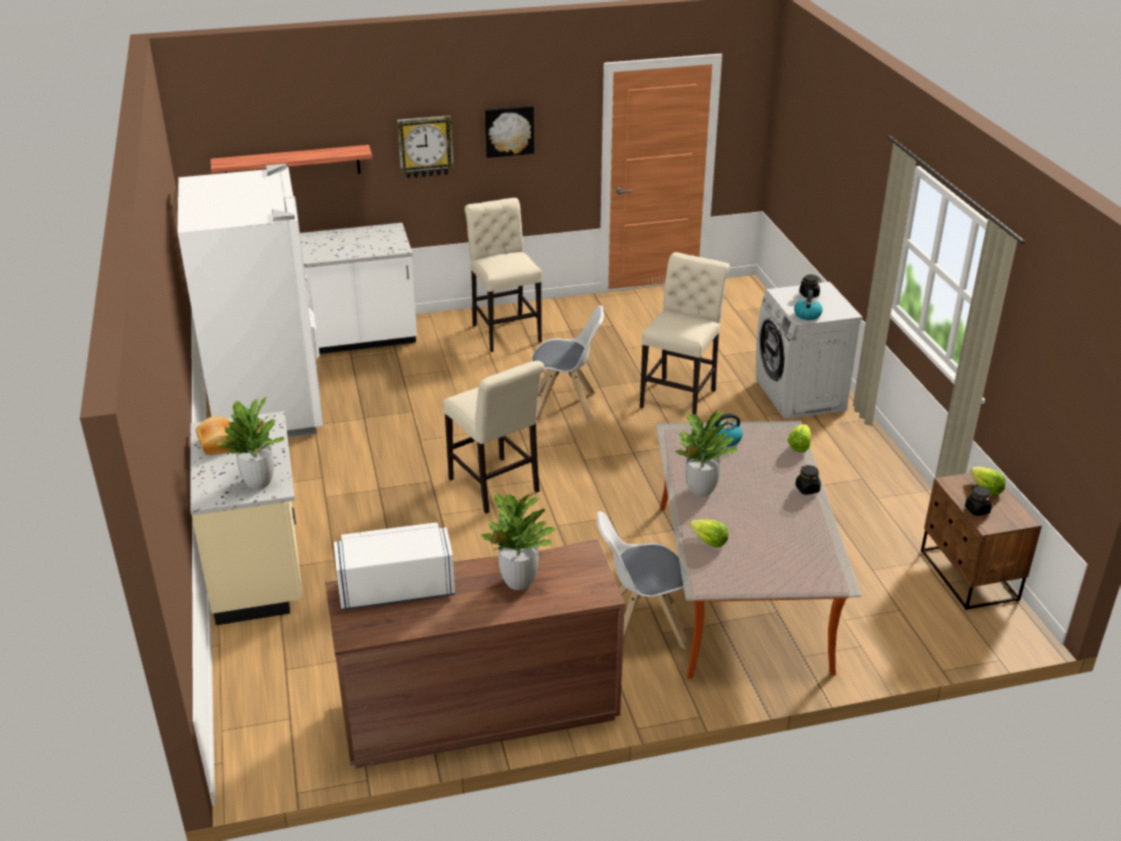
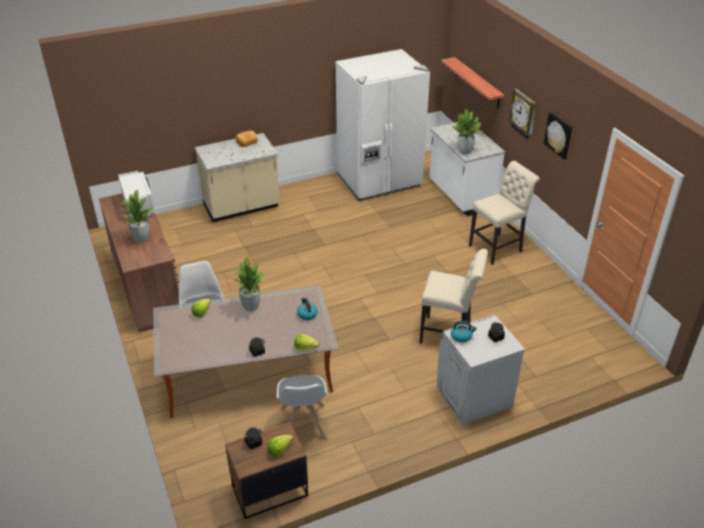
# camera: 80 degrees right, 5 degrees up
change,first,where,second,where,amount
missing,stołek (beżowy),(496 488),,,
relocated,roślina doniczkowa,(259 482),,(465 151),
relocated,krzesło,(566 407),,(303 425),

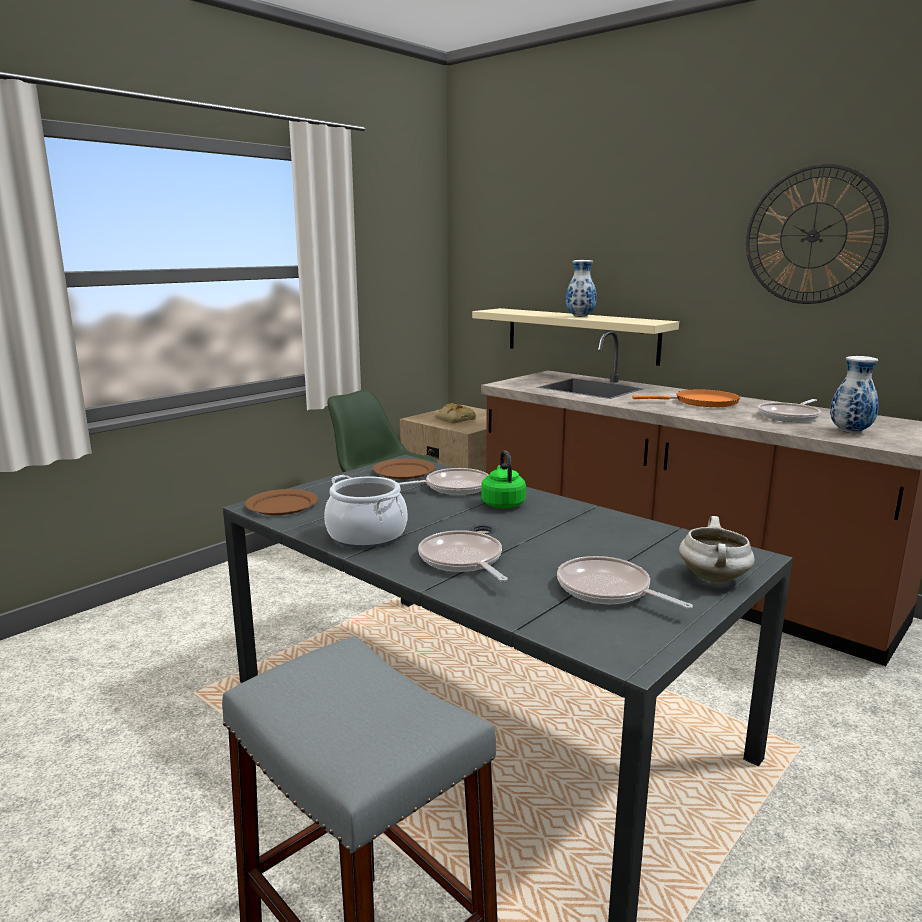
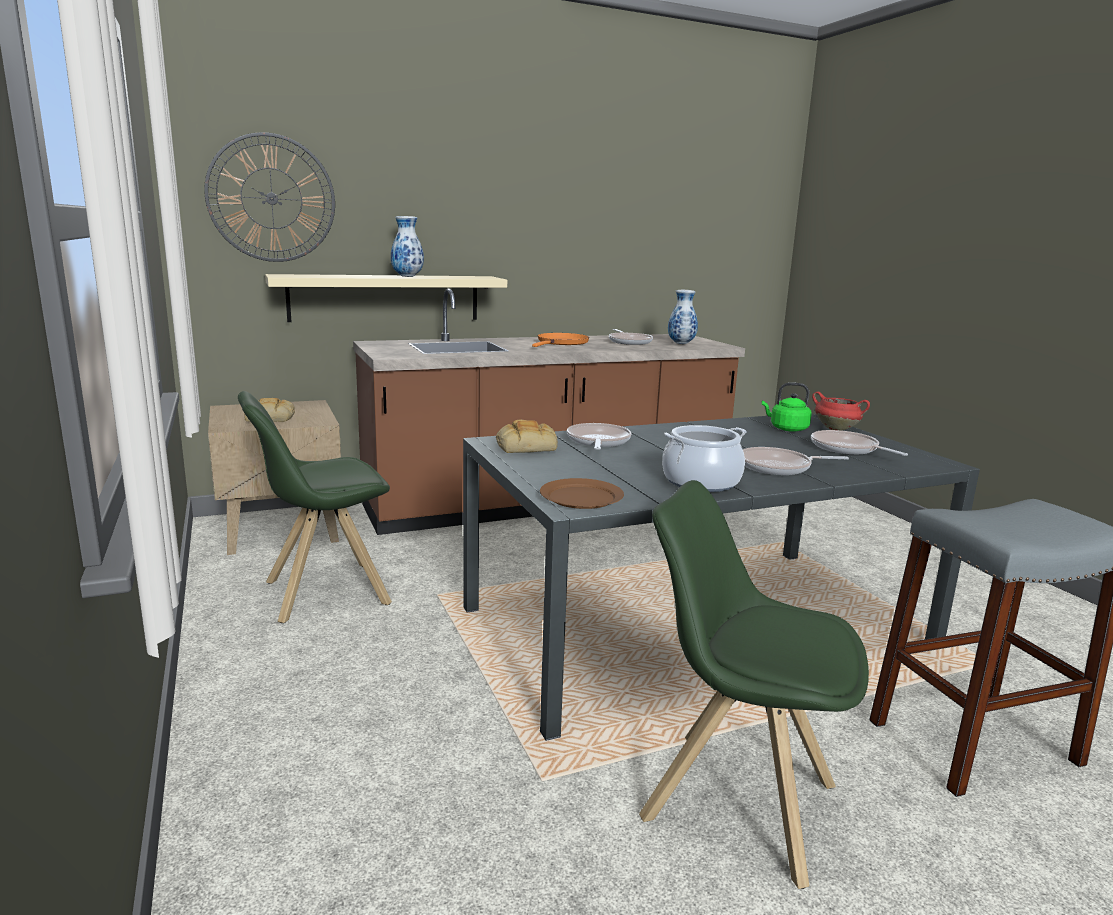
# camera: 65 degrees left, 0 degrees up
change,first,where,second,where,amount
appeared,,,krzesło (zielony),(737 801),
relocated,czajnik (zielony),(502 503),,(786 429),
relocated,zegar ścienny,(813 235),,(271 198),
exchanged,talerz (brązowy),(404 471),chleb,(527 446),
colour,garnek (biały),(714 579),garnek (czerwony),(837 429),
spun,patelnia,(608 590),,(847 449),75 degrees clockwise

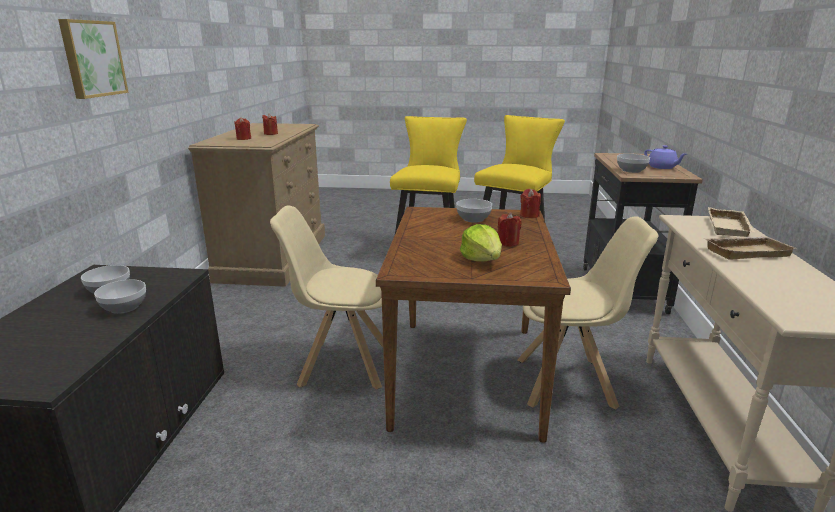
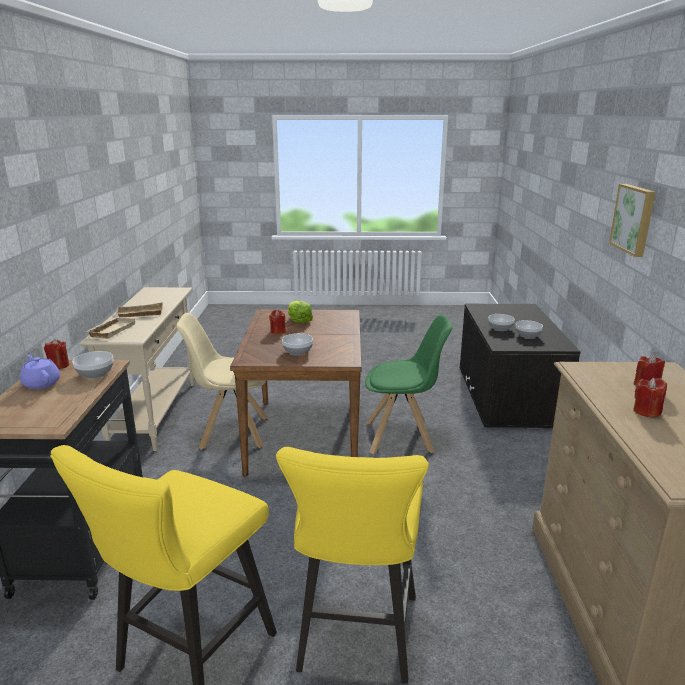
# camera: 175 degrees right, 0 degrees up
change,first,where,second,where,amount
relocated,świeca (czerwony),(529 215),,(59 365),
colour,krzesło (beżowy),(340 365),krzesło (zielony),(403 437),

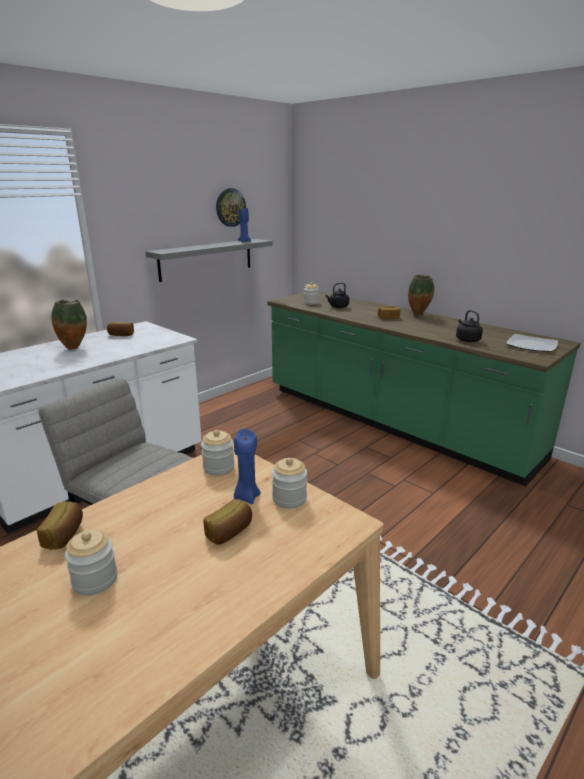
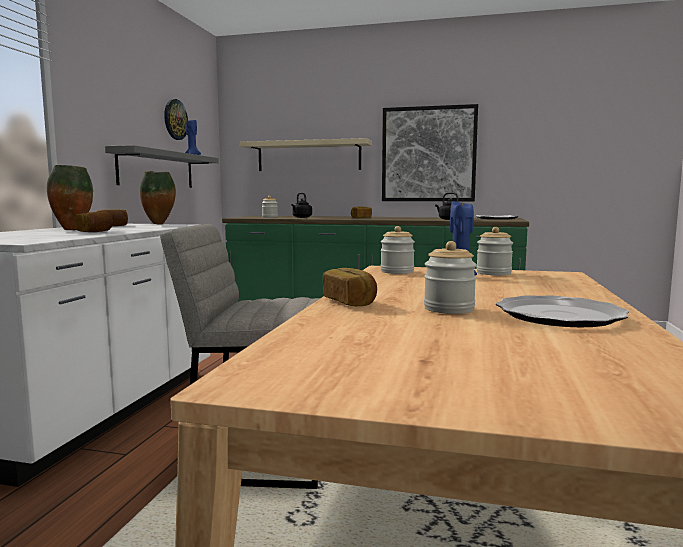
# camera: 30 degrees left, 15 degrees down
change,first,where,second,where,amount
appeared,,,półka (beżowy),(309 156),
appeared,,,obraz,(428 154),
appeared,,,talerz,(559 315),
relocated,chleb,(230 532),,(96 231),
relocated,wazon,(419 314),,(160 224),

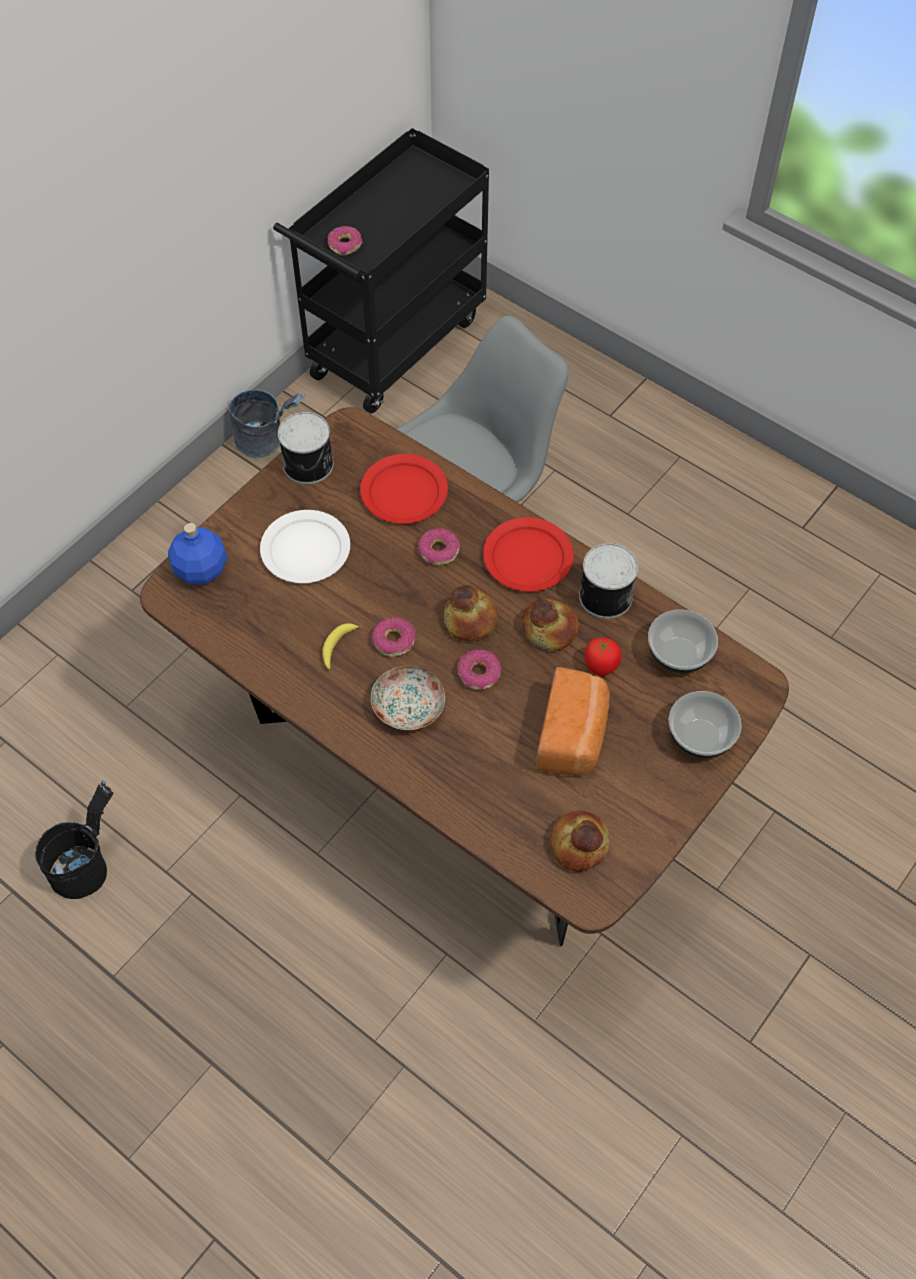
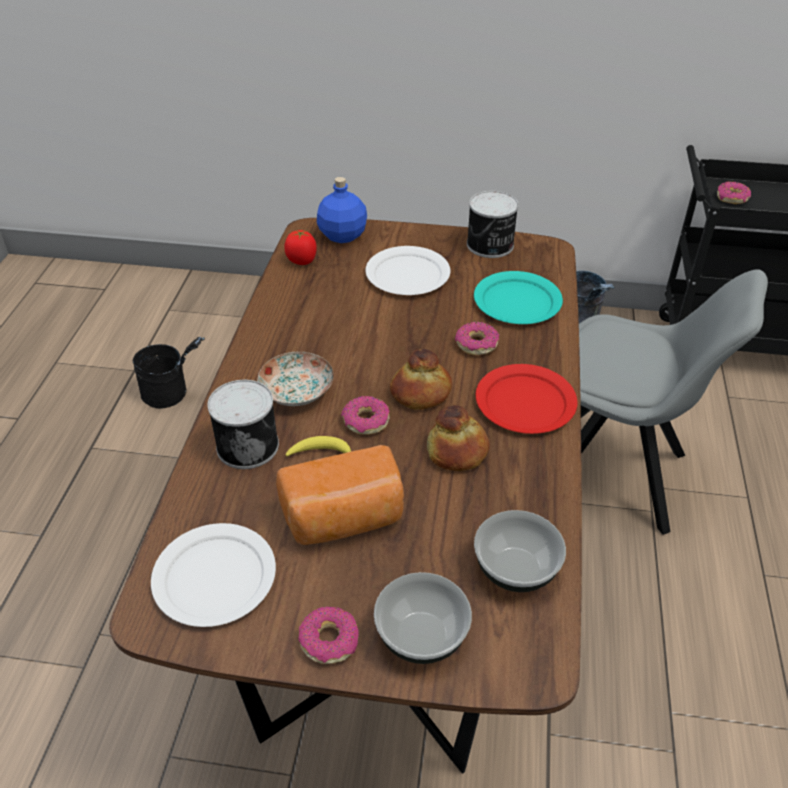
# camera: 60 degrees right, 15 degrees down
change,first,where,second,where,amount
relocated,banan,(337 646),,(320 452),
relocated,donut,(394 640),,(329 640),
relocated,puszka,(604 595),,(248 445),
relocated,pomidor,(601 665),,(302 261),
exchanged,chleb,(578 844),talerz (biały),(214 577),
colour,talerz (czerwony),(404 491),talerz (turkusowy),(518 301),

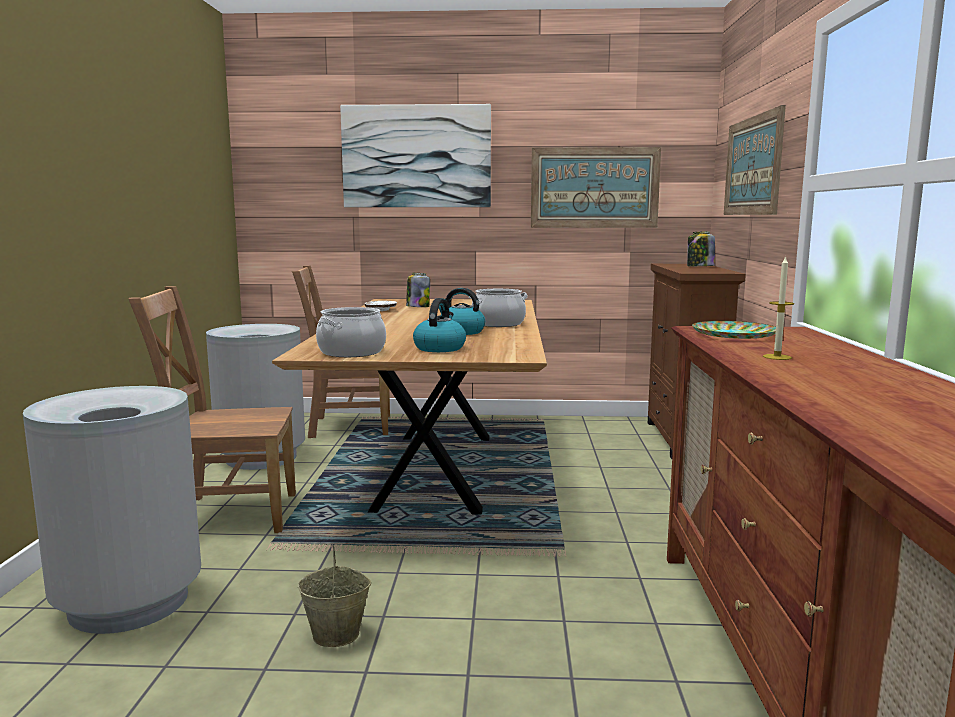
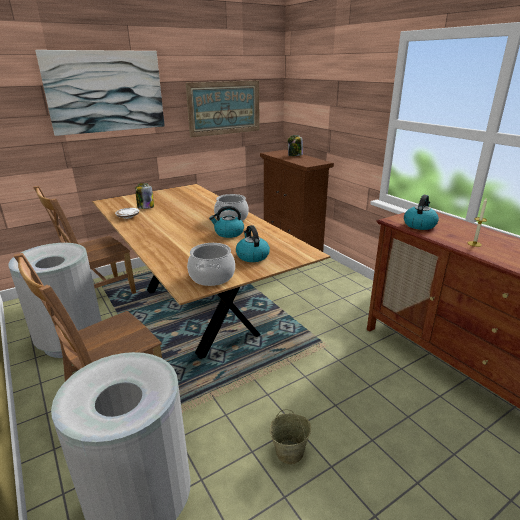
# camera: 35 degrees left, 15 degrees up
change,first,where,second,where,amount
missing,obraz,(753 166),,,
exchanged,talerz,(733 335),czajnik,(419 224),

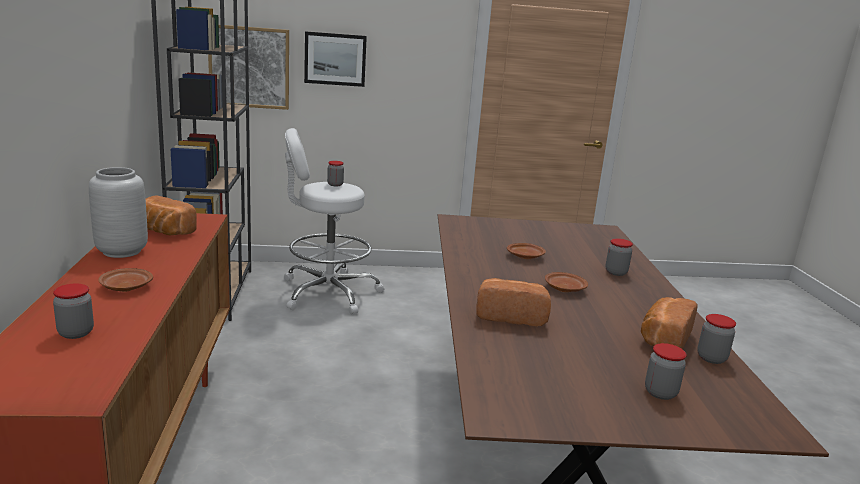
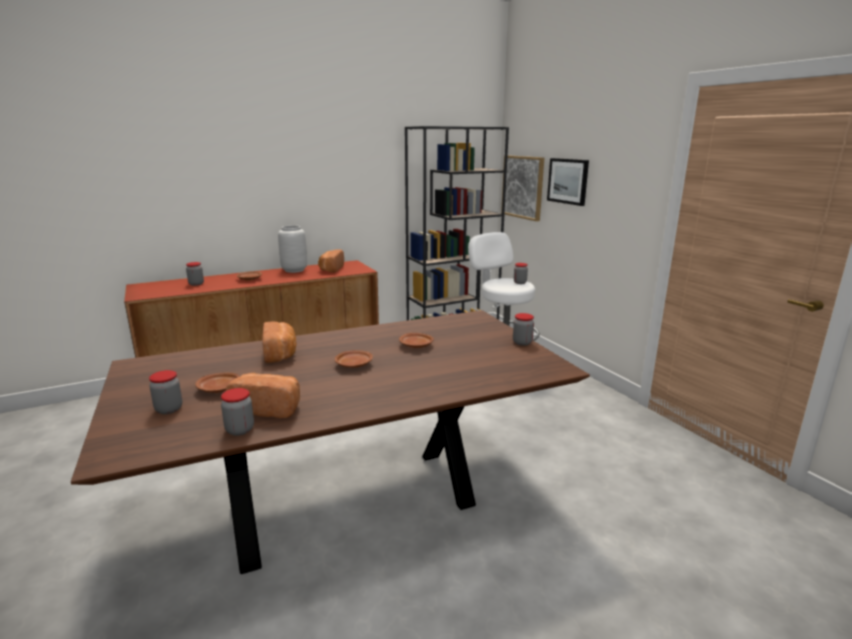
# camera: 70 degrees right, 0 degrees up
change,first,where,second,where,amount
appeared,,,talerz (brązowy),(220 389),
relocated,słoik,(616 272),,(522 342),

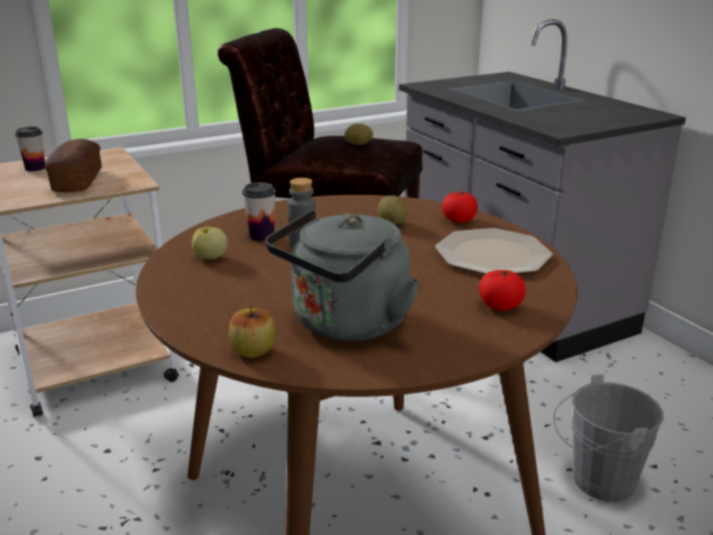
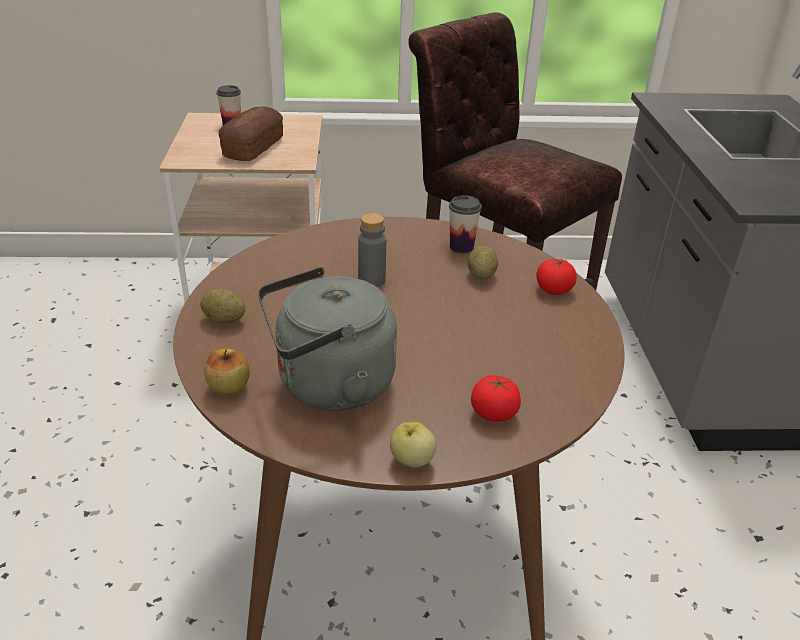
# camera: 25 degrees right, 10 degrees up
change,first,where,second,where,amount
missing,talerz,(492 254),,,
missing,wiadro (szary),(596 481),,,
relocated,jabłko,(210 257),,(411 460),
relocated,filiżanka,(261 236),,(461 247),
relocated,ziemniak,(358 144),,(224 319),

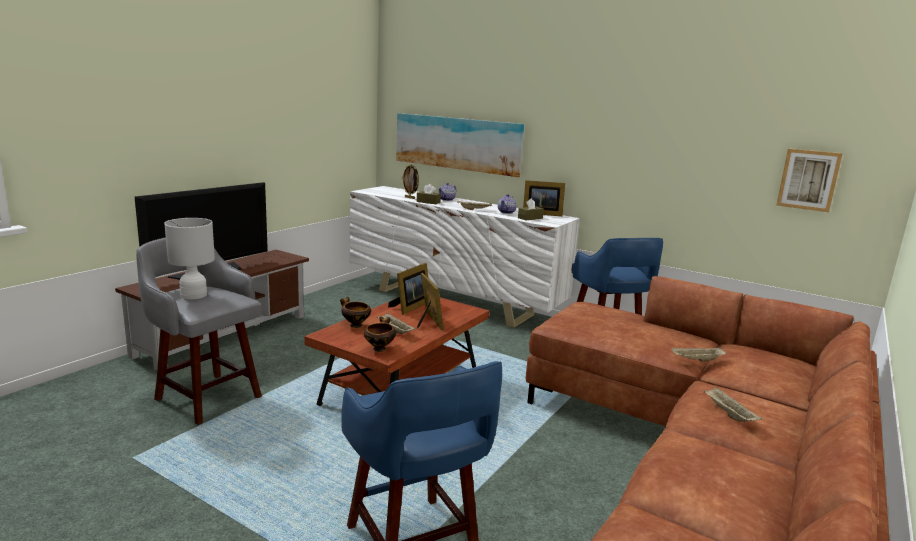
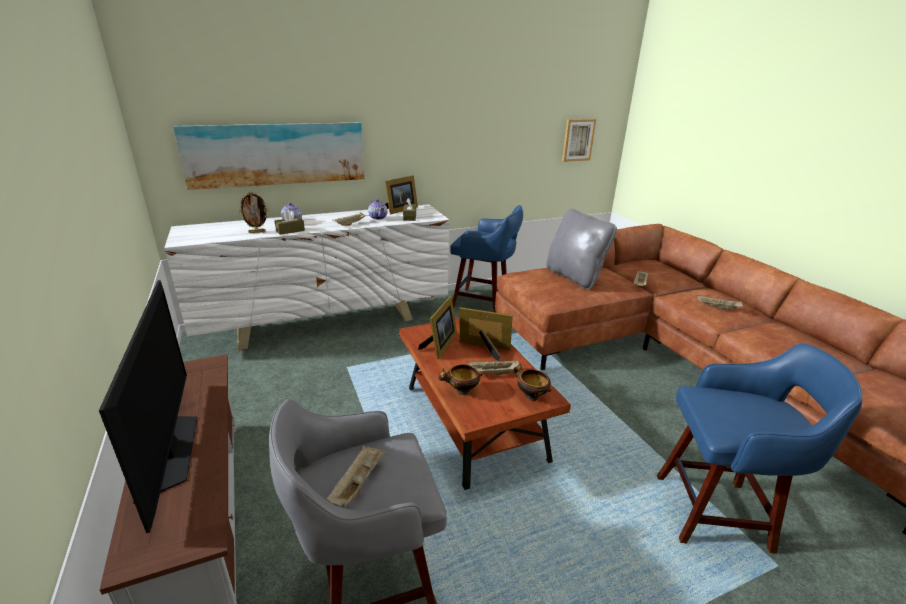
# camera: 55 degrees left, 10 degrees up
change,first,where,second,where,amount
appeared,,,poduszka (szary),(574 277),
exchanged,lampa stołowa (szary),(194 295),taca (beżowy),(358 483),
spun,ramka na zdjęcie,(410 307),,(440 345),45 degrees clockwise

